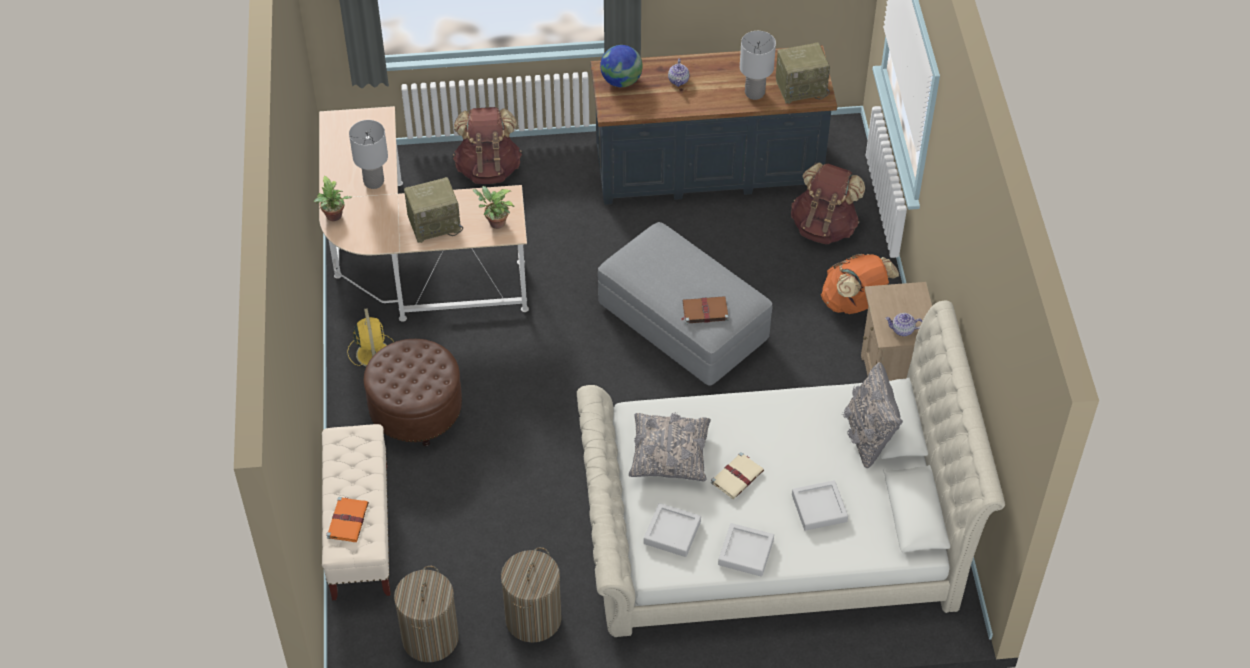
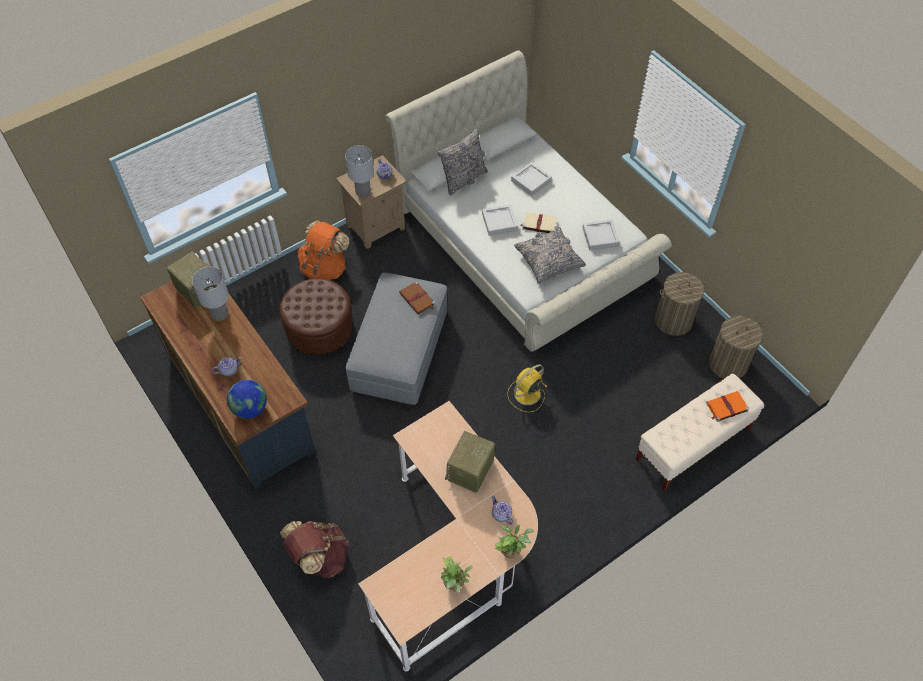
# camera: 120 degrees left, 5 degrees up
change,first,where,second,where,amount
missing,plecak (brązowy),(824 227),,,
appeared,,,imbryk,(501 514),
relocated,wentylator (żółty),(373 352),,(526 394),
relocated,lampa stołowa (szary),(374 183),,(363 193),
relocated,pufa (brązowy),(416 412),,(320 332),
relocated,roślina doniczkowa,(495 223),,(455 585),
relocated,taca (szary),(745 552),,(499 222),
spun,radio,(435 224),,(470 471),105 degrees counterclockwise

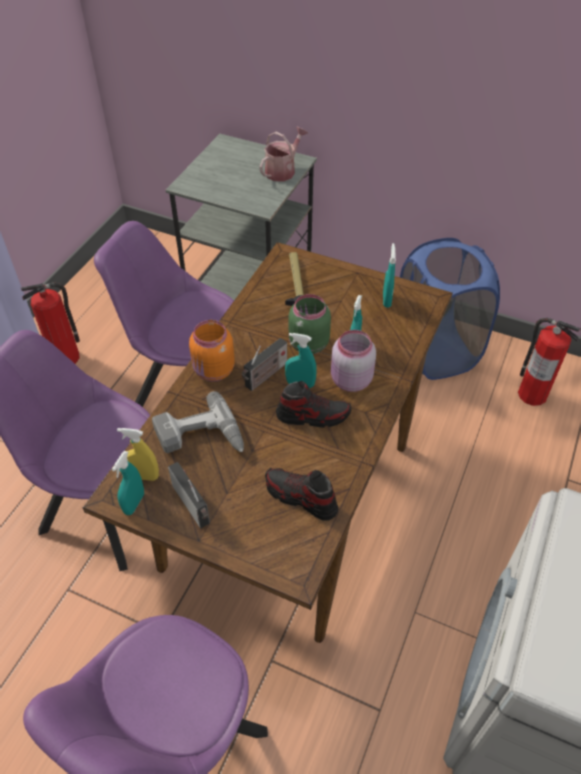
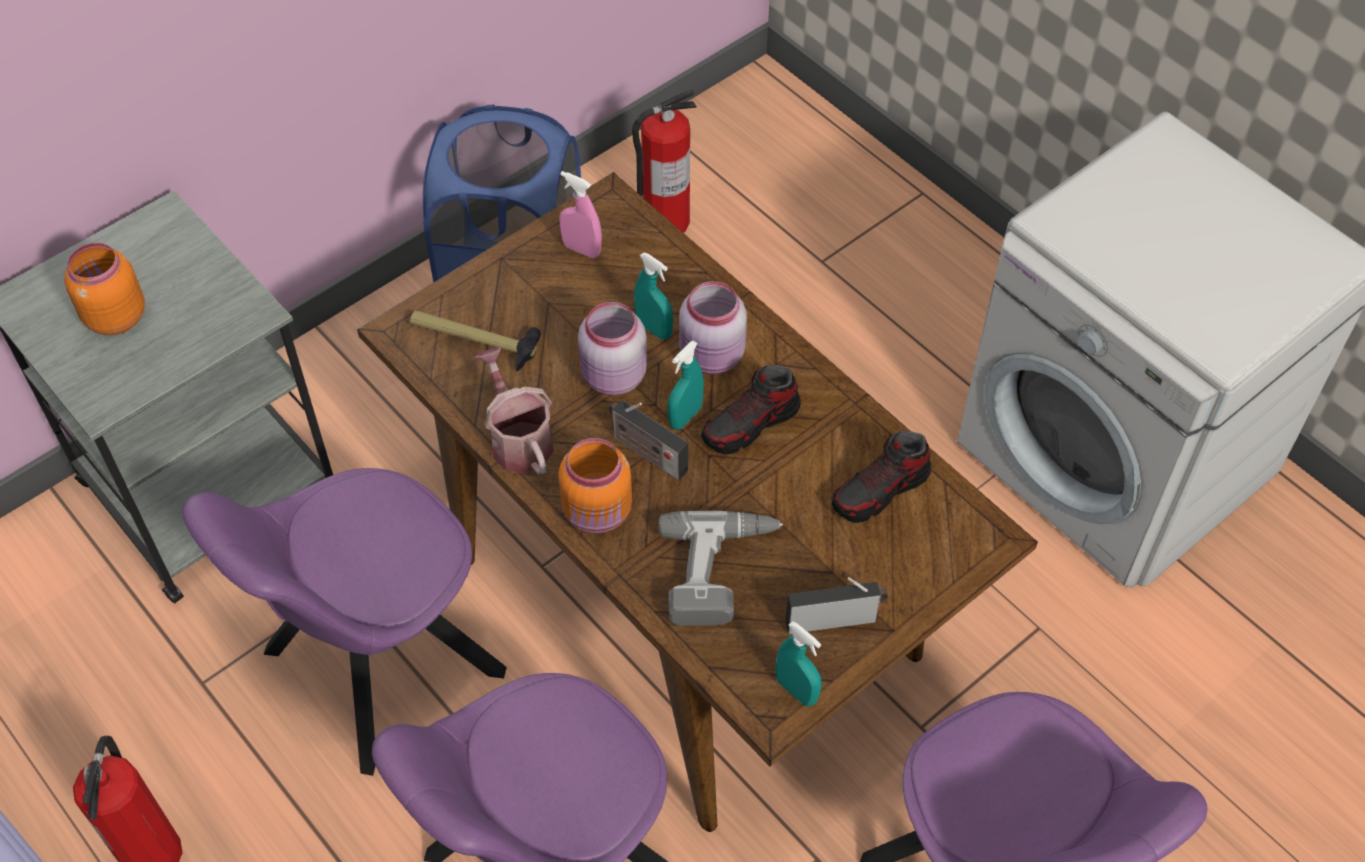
# camera: 65 degrees left, 5 degrees up
change,first,where,second,where,amount
missing,spryskiwacz (żółty),(143 476),,,
appeared,,,słoik (pomarańczowy),(114 317),
relocated,konewka,(283 170),,(518 438),
colour,słoik (zielony),(307 344),słoik (różowy),(612 378),
colour,spryskiwacz (turkusowy),(386 300),spryskiwacz (różowy),(582 249),
spun,radio,(265 376),,(646 453),150 degrees clockwise
spun,but,(313 415),,(751 424),150 degrees counterclockwise

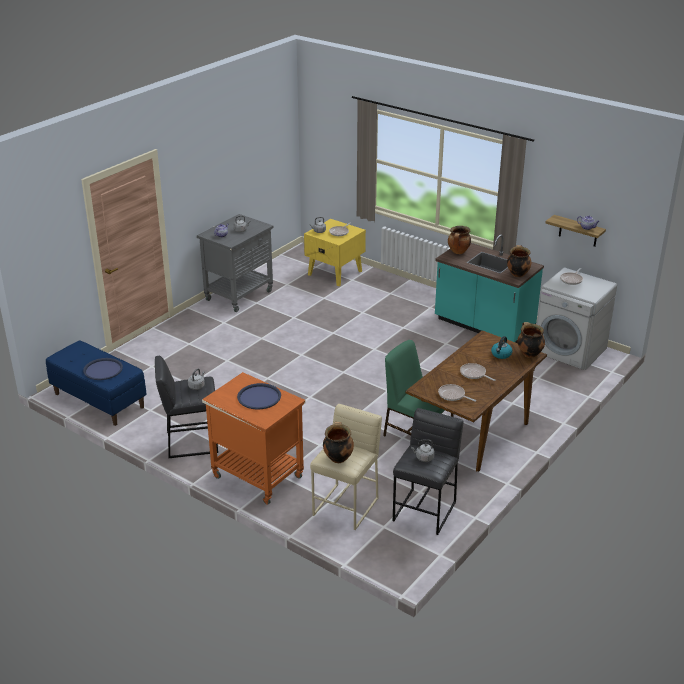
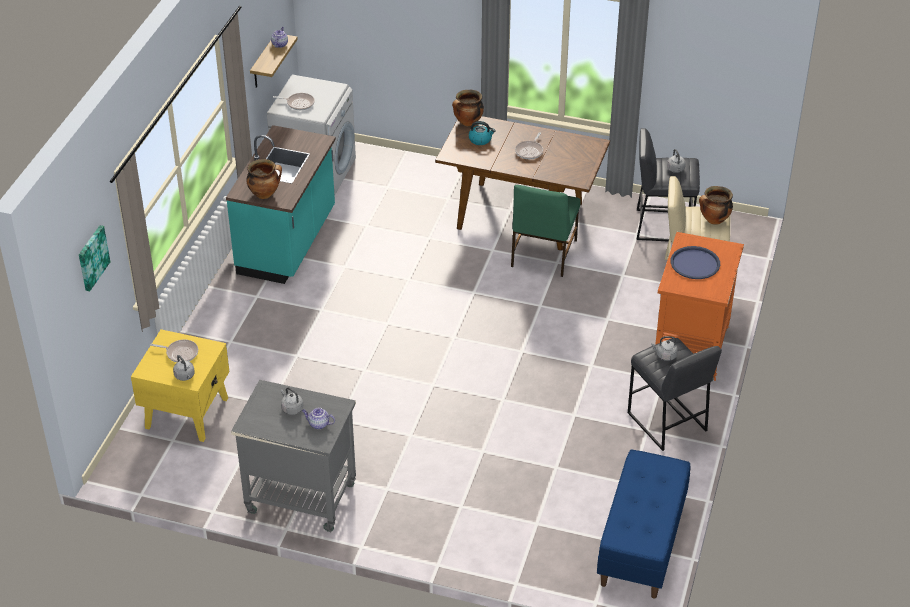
# camera: 110 degrees left, 10 degrees up
change,first,where,second,where,amount
missing,taca (niebieski),(103 369),,,
missing,patelnia,(453 395),,,
missing,garnek,(517 274),,,
appeared,,,obraz,(92 257),

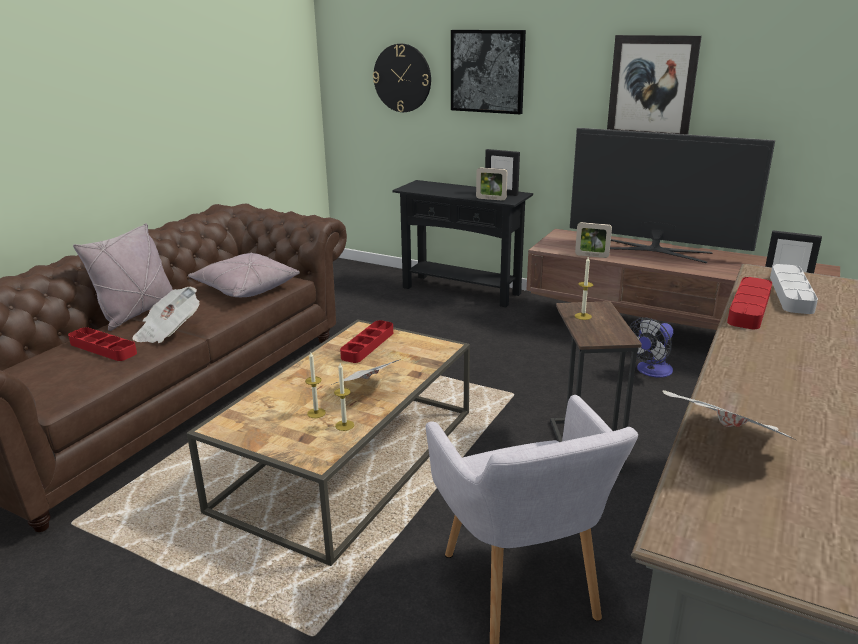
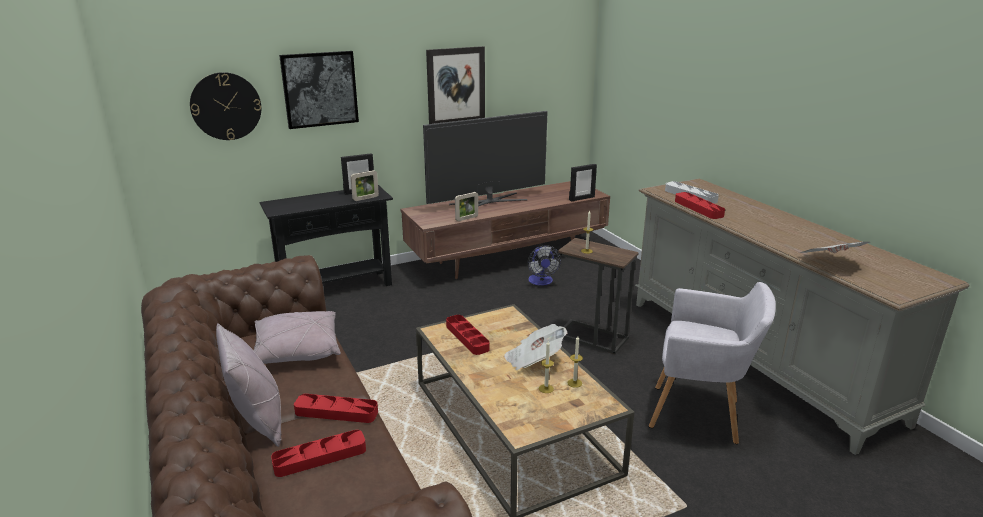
# camera: 55 degrees left, 0 degrees up
change,first,where,second,where,amount
exchanged,gazeta,(168 332),taca (czerwony),(336 412),

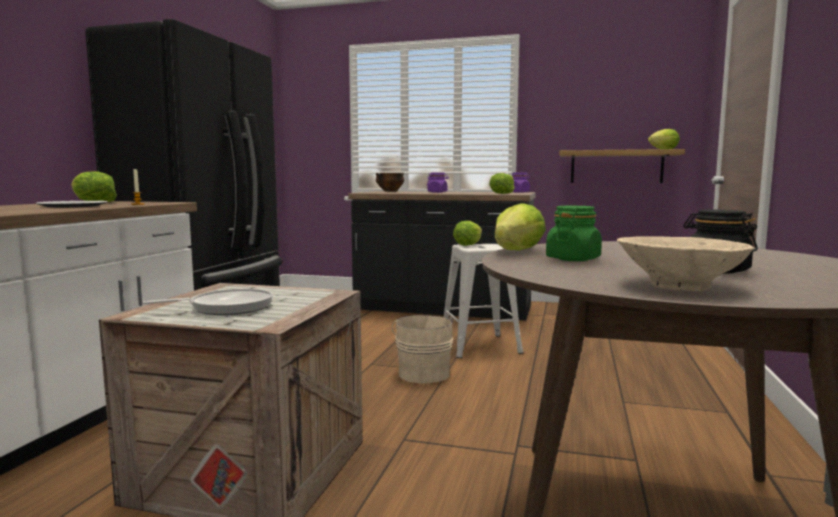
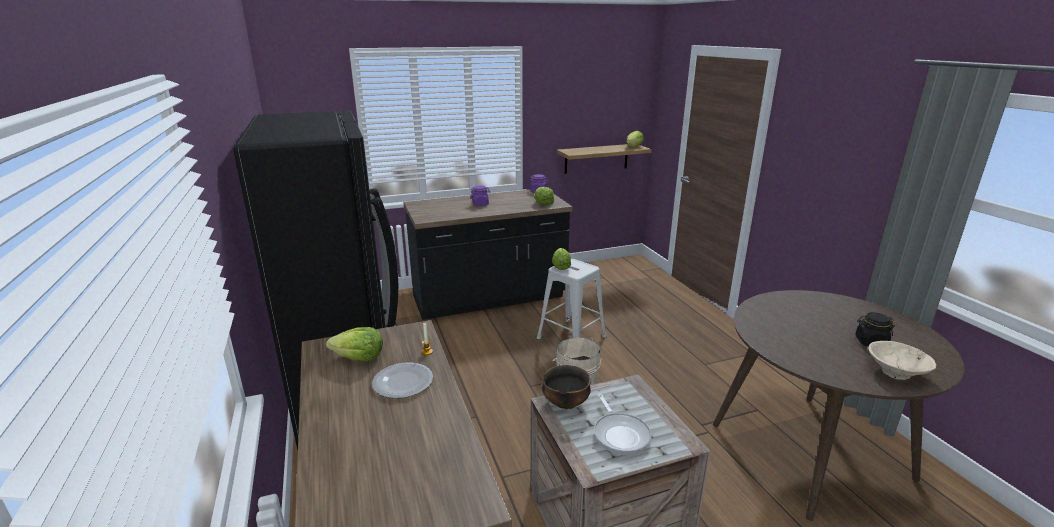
# camera: 35 degrees left, 15 degrees up
change,first,where,second,where,amount
missing,sałata,(517 251),,,
missing,słoik (zielony),(573 259),,,
relocated,miska,(390 191),,(565 403),
spun,patelnia,(226 307),,(620 434),135 degrees clockwise

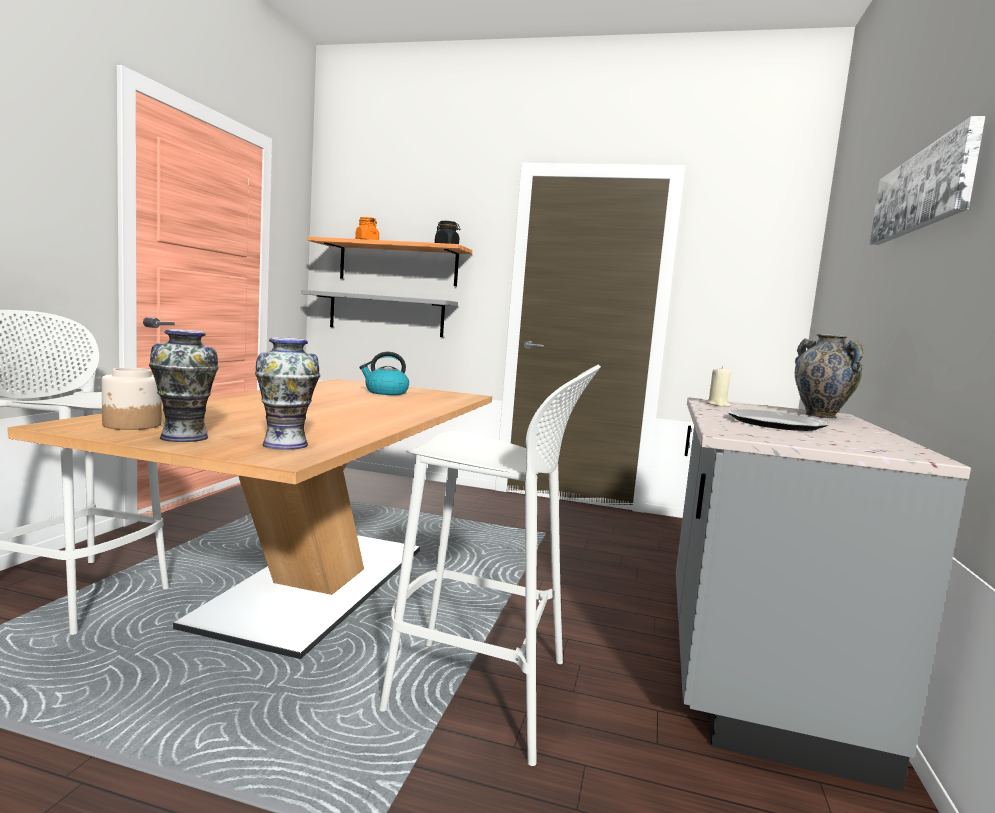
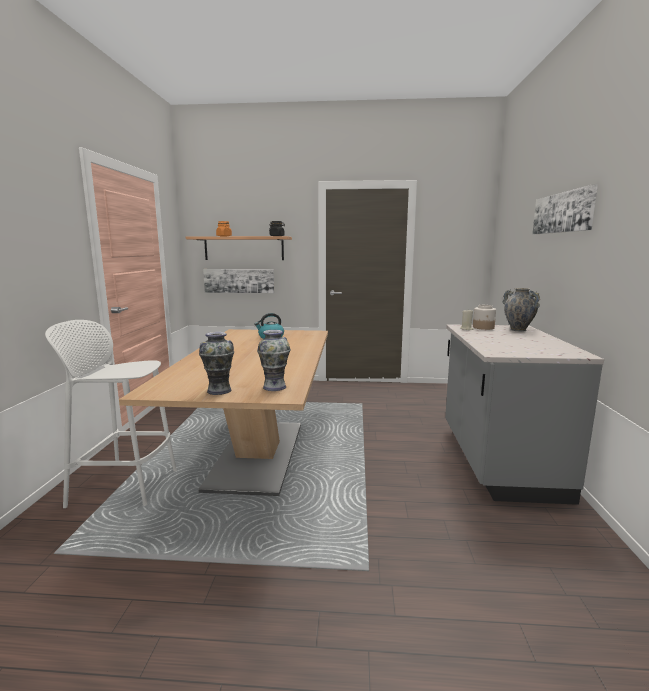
# camera: 10 degrees left, 5 degrees up
change,first,where,second,where,amount
missing,stołek (biały),(481 692),,,
missing,talerz,(775 424),,,
relocated,słoik,(132 425),,(483 327),
exchanged,półka (szary),(386 314),obraz,(239 280),

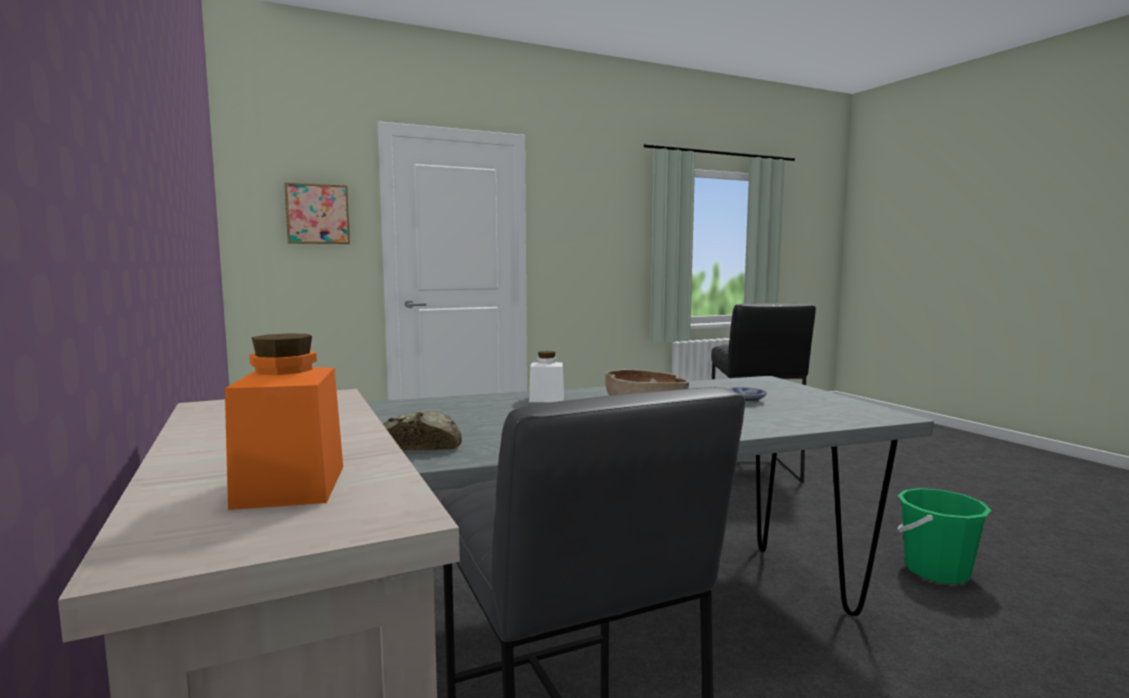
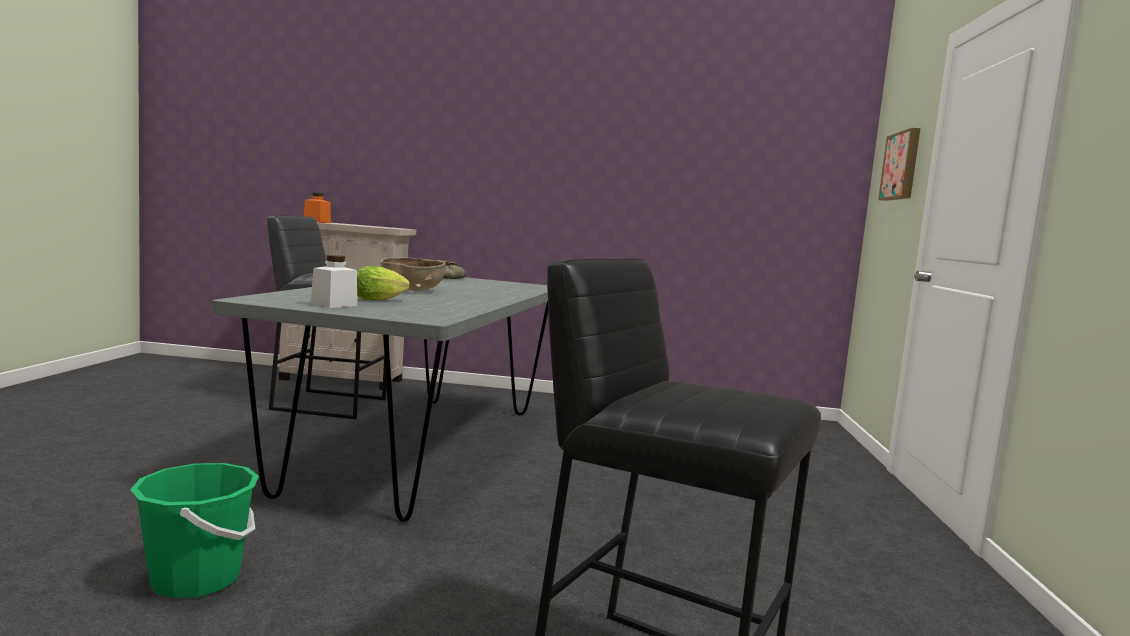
# camera: 120 degrees right, 0 degrees up
change,first,where,second,where,amount
relocated,słoik (biały),(546 399),,(334 305),
exchanged,miska,(746 401),sałata,(381 300),

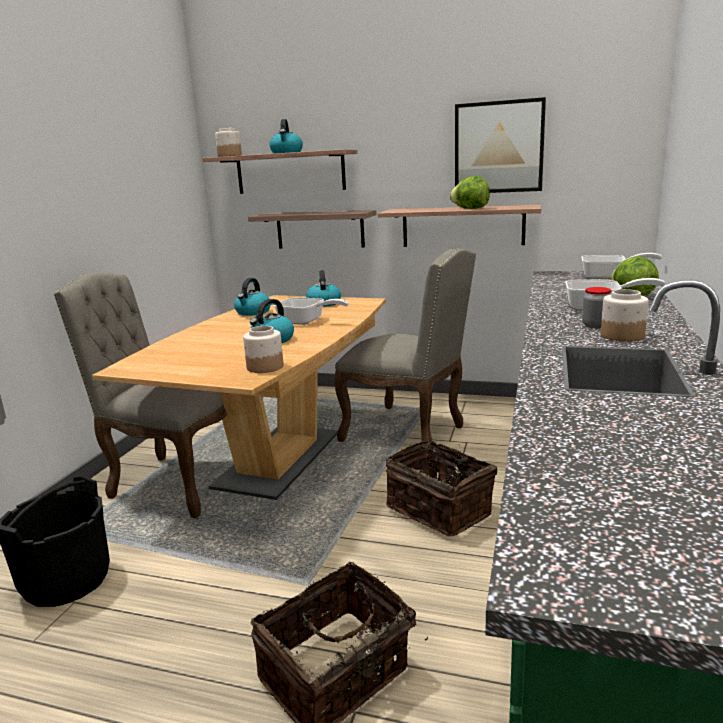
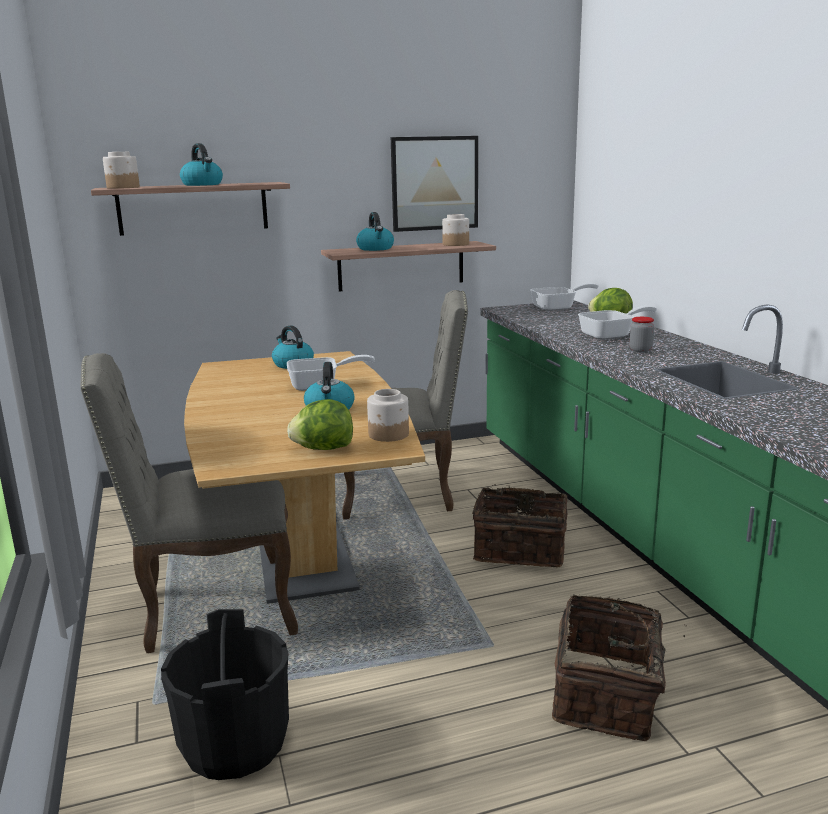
# camera: 35 degrees left, 0 degrees up
change,first,where,second,where,amount
missing,półka,(320 229),,,
relocated,czajnik,(253 312),,(375 249),
relocated,sałata,(470 209),,(323 449),
relocated,słoik,(621 336),,(455 244),

